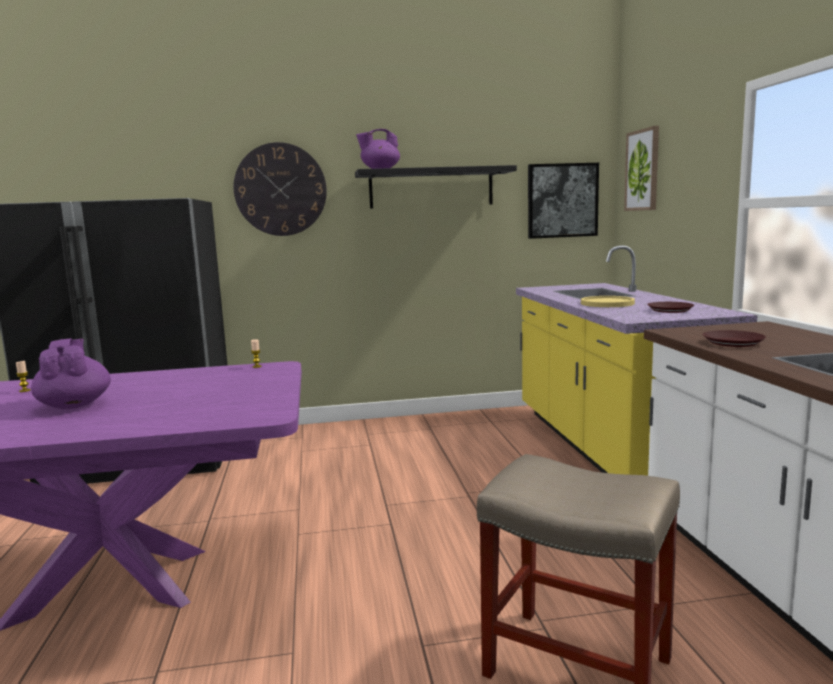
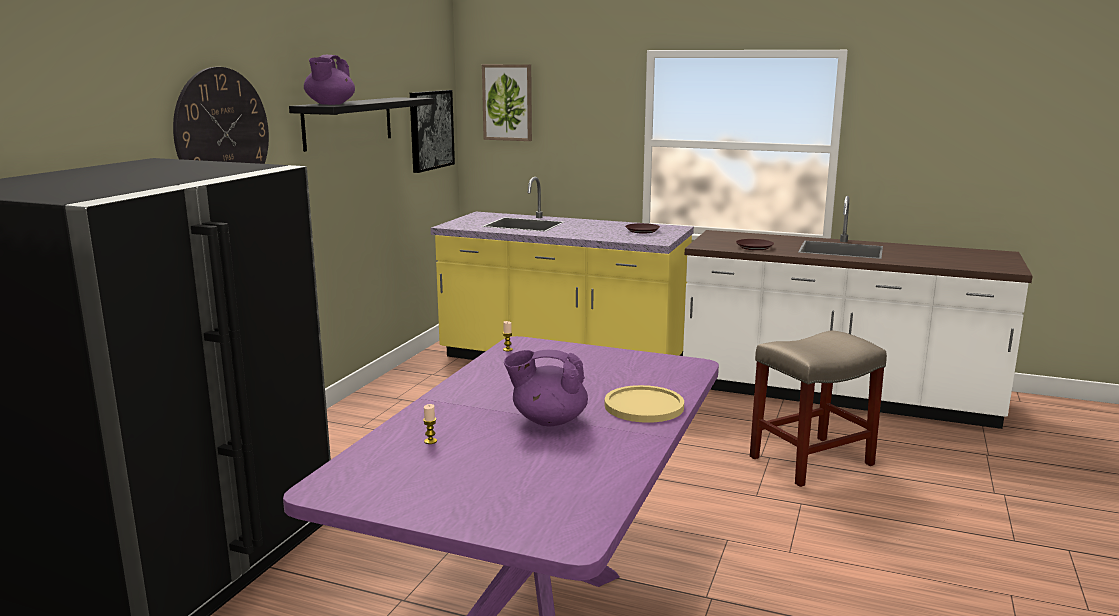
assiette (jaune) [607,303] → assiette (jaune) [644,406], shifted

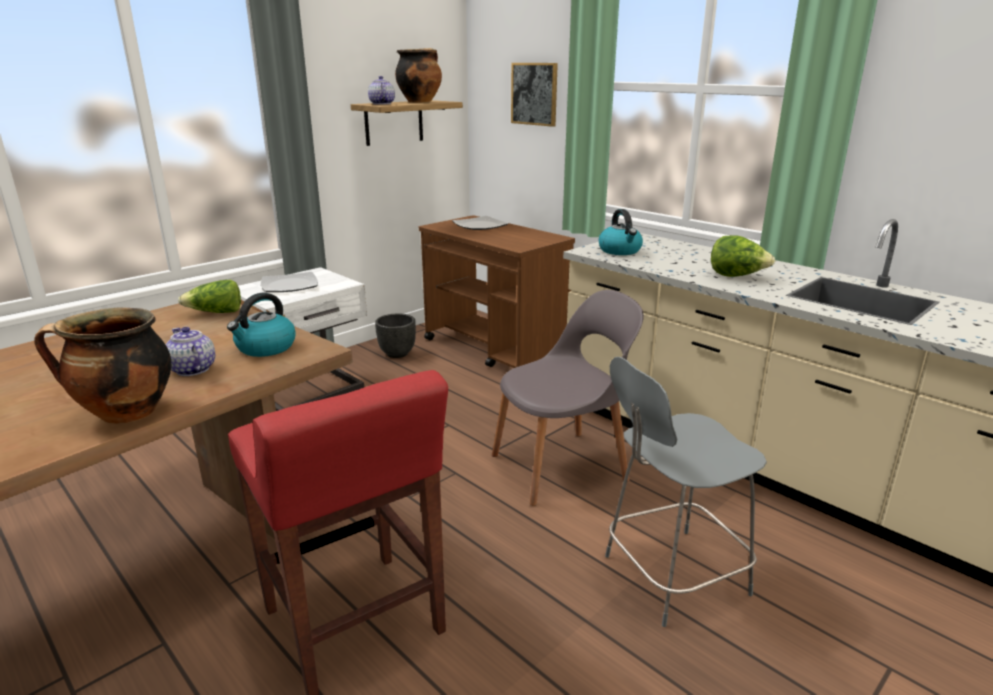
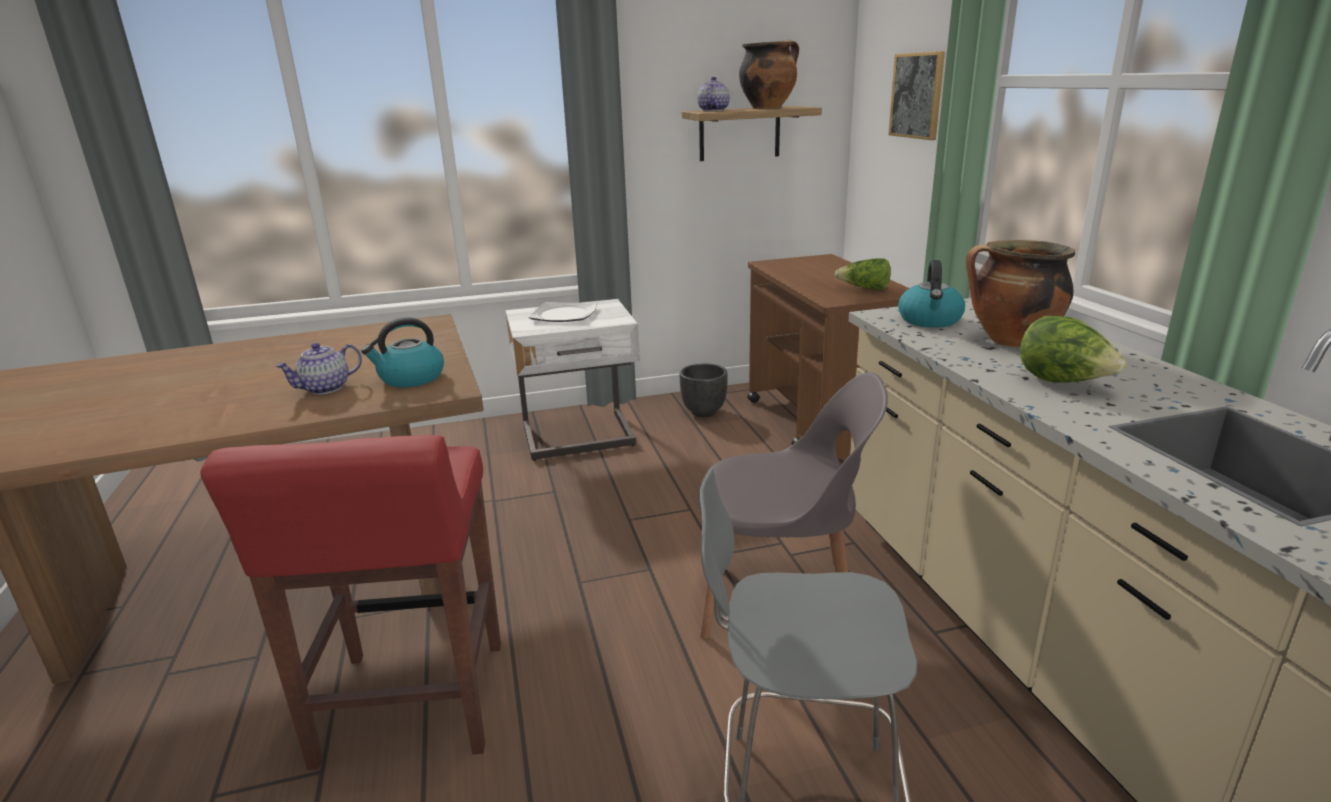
marmite [125,414] → marmite [1011,341], shifted
théière [192,369] → théière [325,388], 120 degrees counterclockwise
laitue [216,313] → laitue [864,289], shifted
assiette [479,225] → -

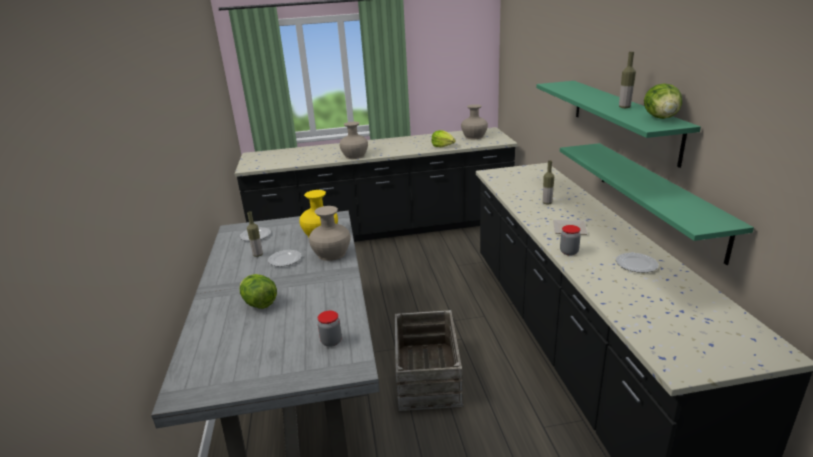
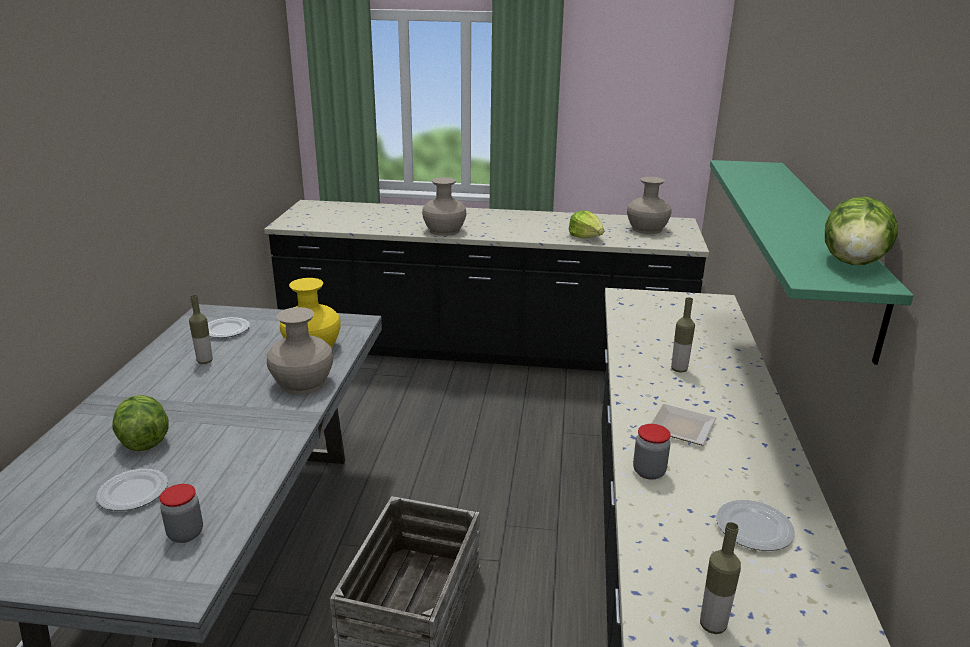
assiette [285,260] → assiette [133,493], shifted
étagère (vert) [657,196] → -
bouteille [624,107] → bouteille [712,625], shifted

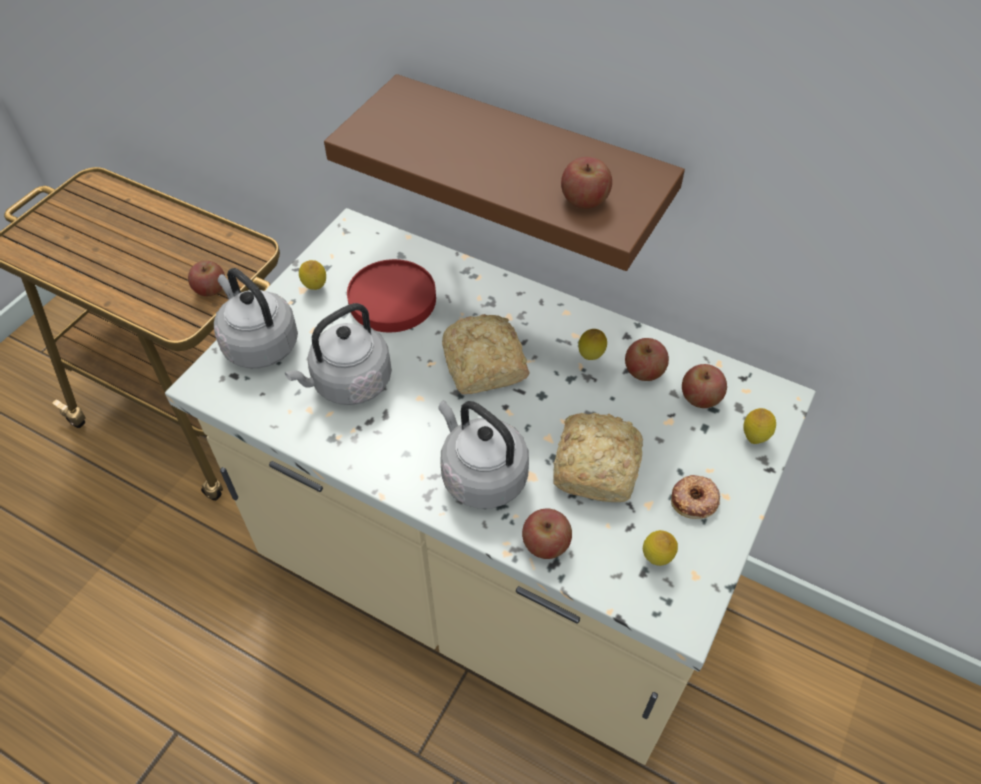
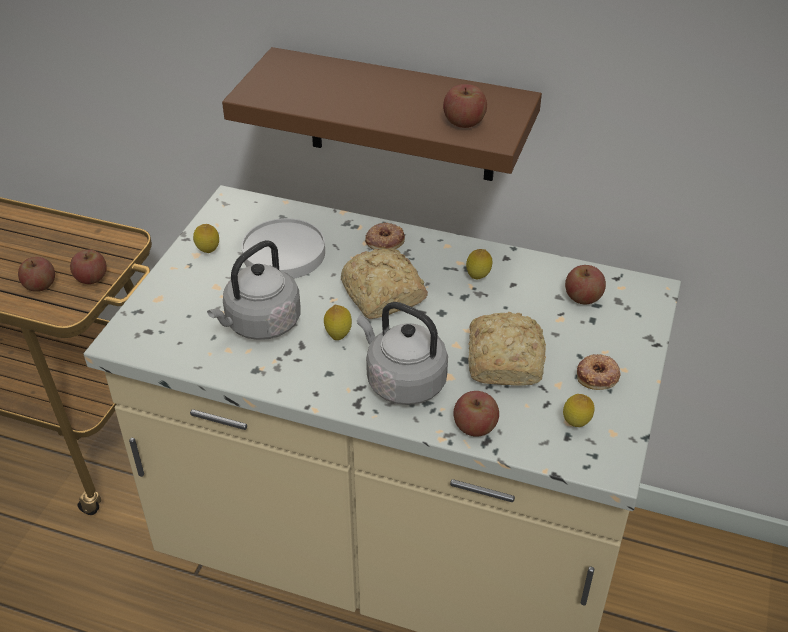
bouilloire (gris) [258,343] → -
assiette (rouge) [392,299] → assiette (blanc) [283,253]
pomme [644,371] → pomme [40,285], shifted
citron [754,438] → citron [338,336], shifted
- → beignet [384,240]

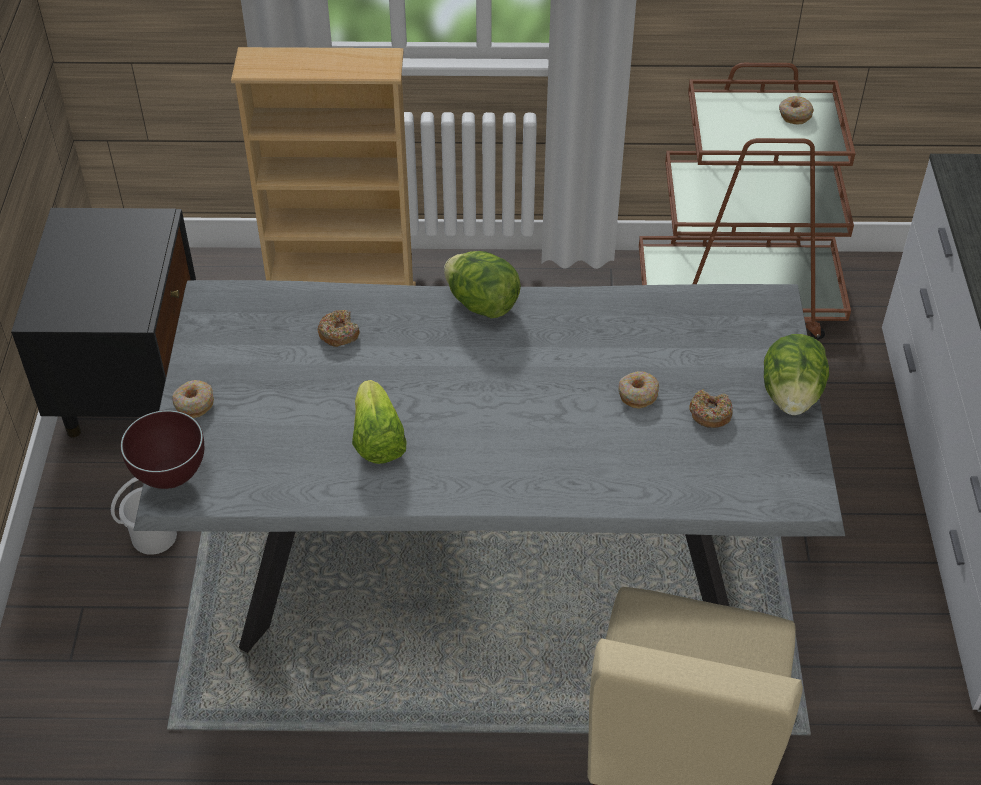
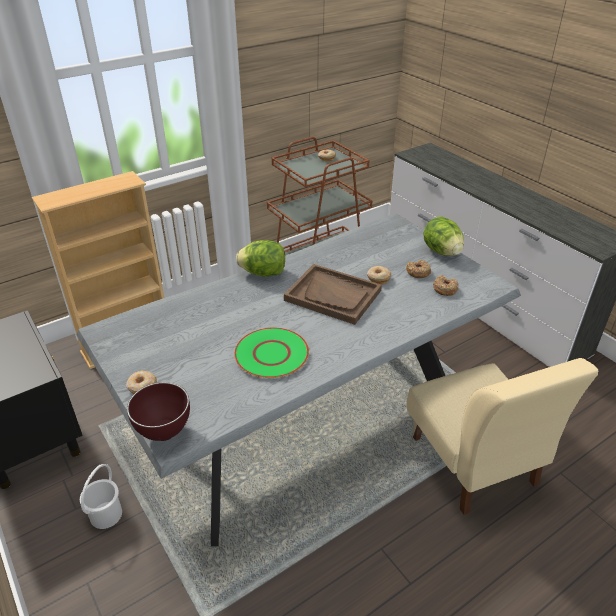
beignet [339,333] → beignet [444,289], shifted
laitue [377,439] → assiette (vert) [271,354]
- → plateau (marron) [333,295]

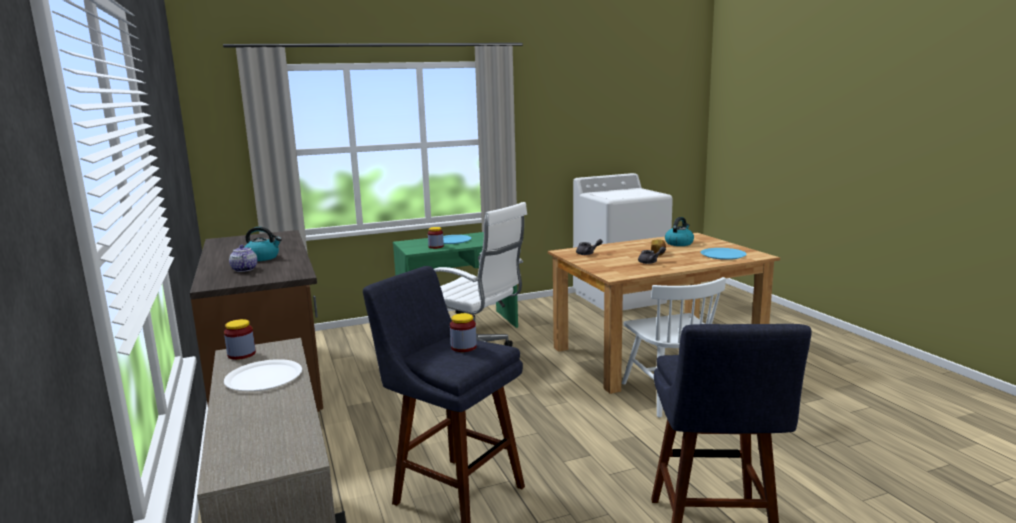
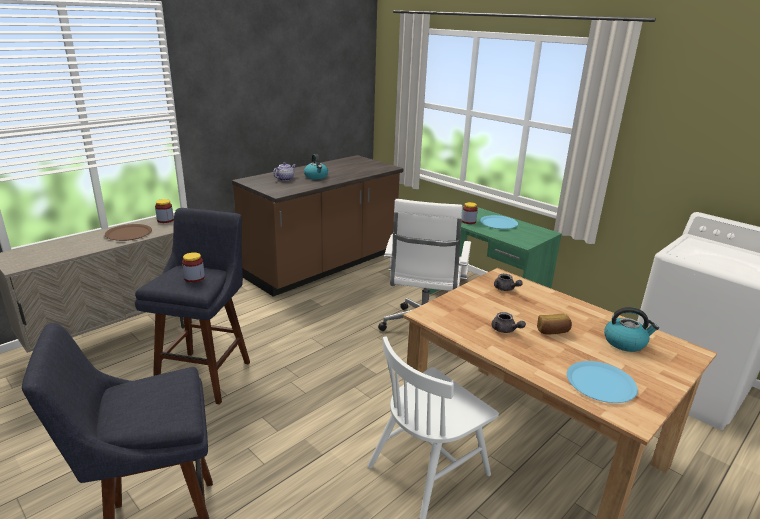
assiette (blanc) [264,377] → assiette (marron) [129,233]

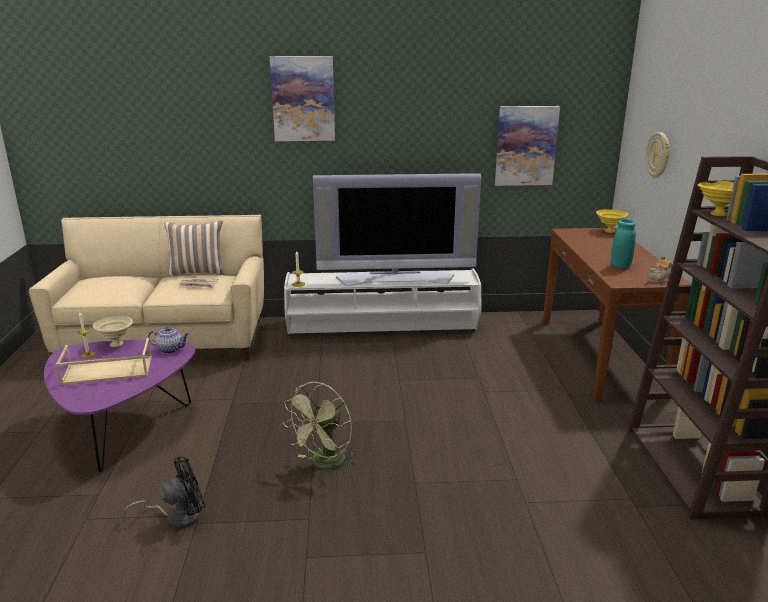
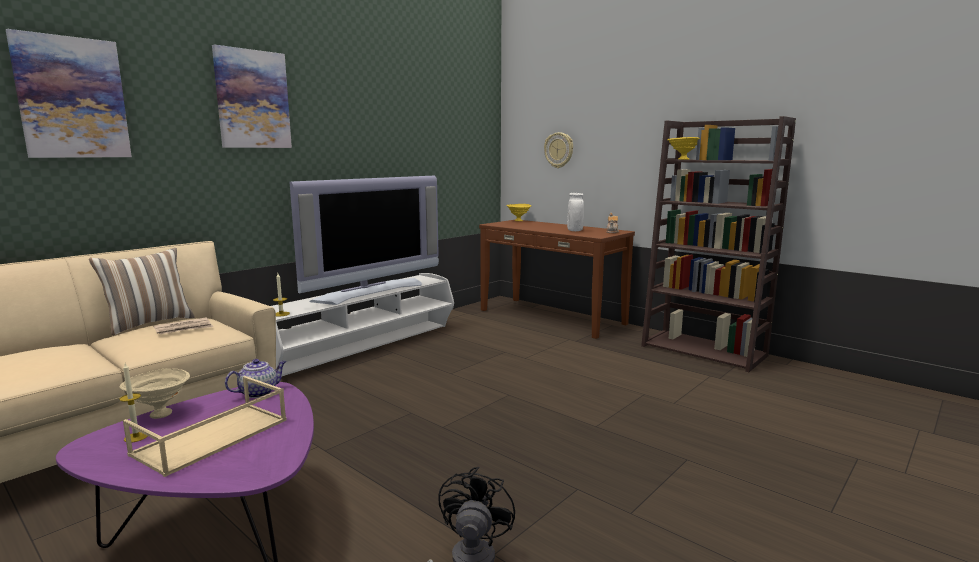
ventilateur (vert) [324,464] → -
tableau [526,146] → tableau [72,98], shifted
vase (turquoise) [620,266] → vase (blanc) [575,230]

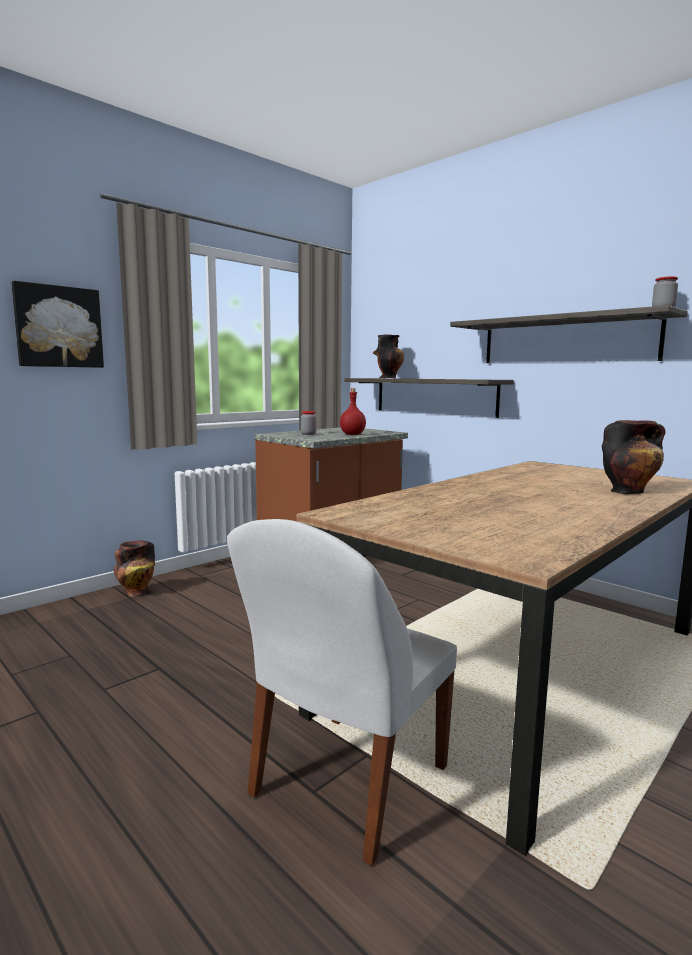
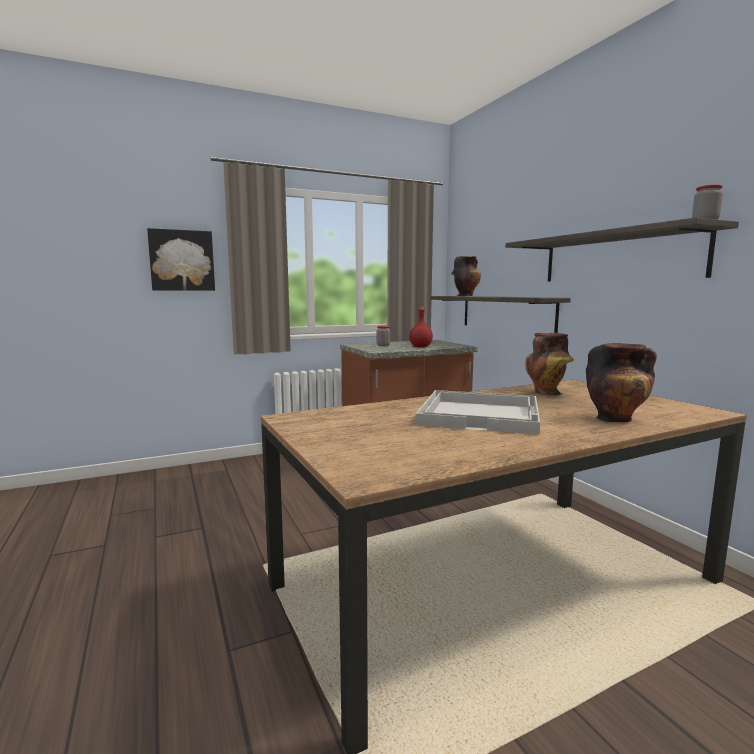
vase [137,593] → vase [547,393], shifted
chaise (blanc) [346,784] → -
- → plateau (blanc) [481,414]

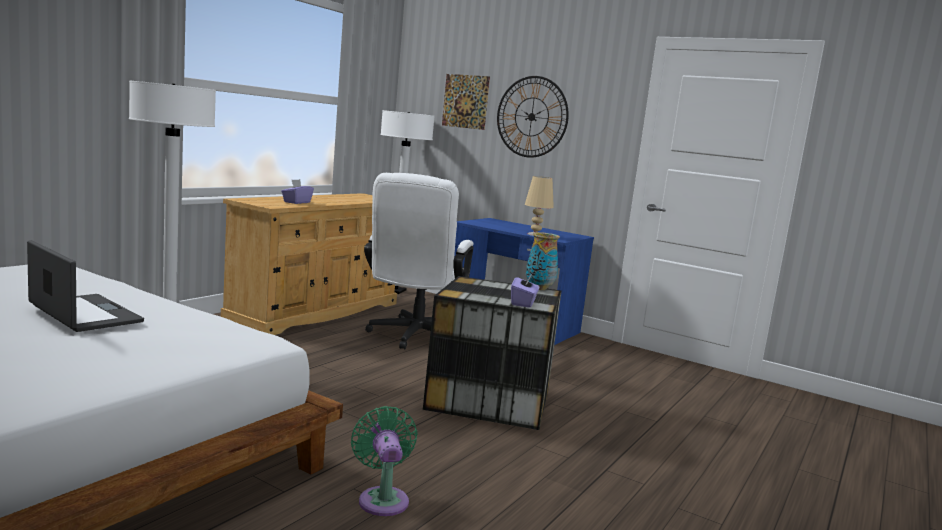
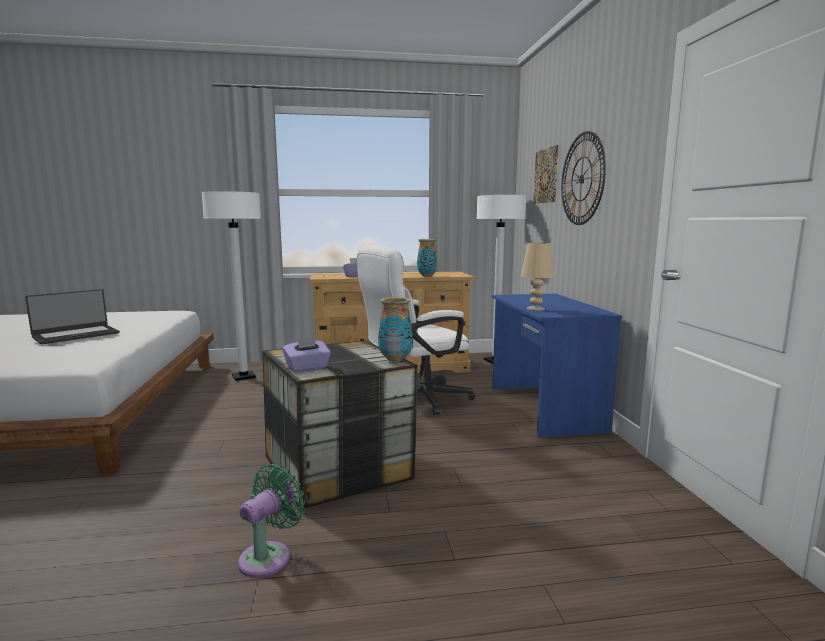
ordinateur portable [83,314] → ordinateur portable [76,335], 45 degrees clockwise
ventilateur (vert) [382,498] → ventilateur (vert) [269,556], shifted
- → vase [427,276]

